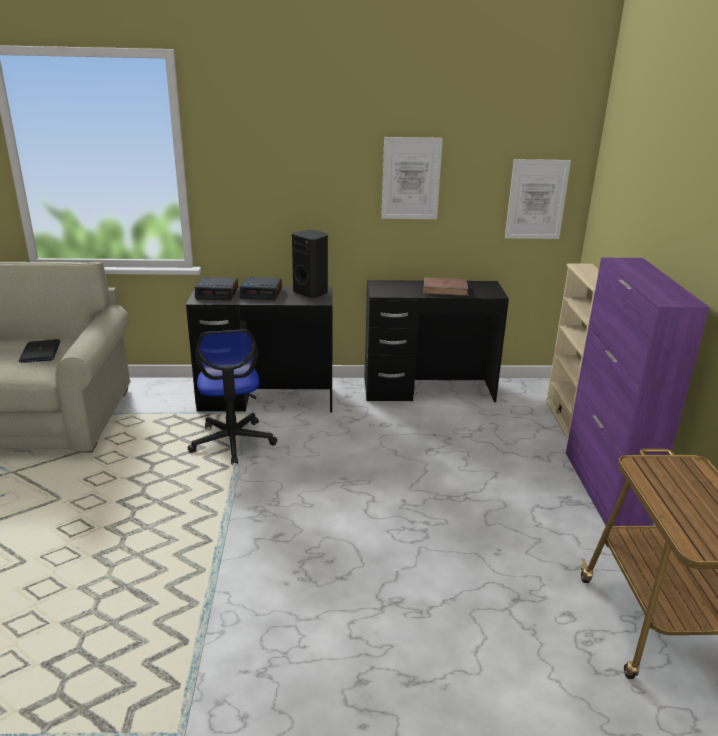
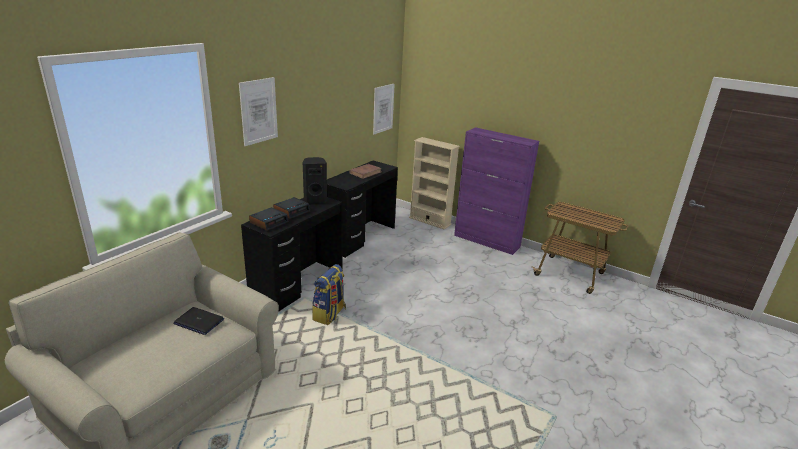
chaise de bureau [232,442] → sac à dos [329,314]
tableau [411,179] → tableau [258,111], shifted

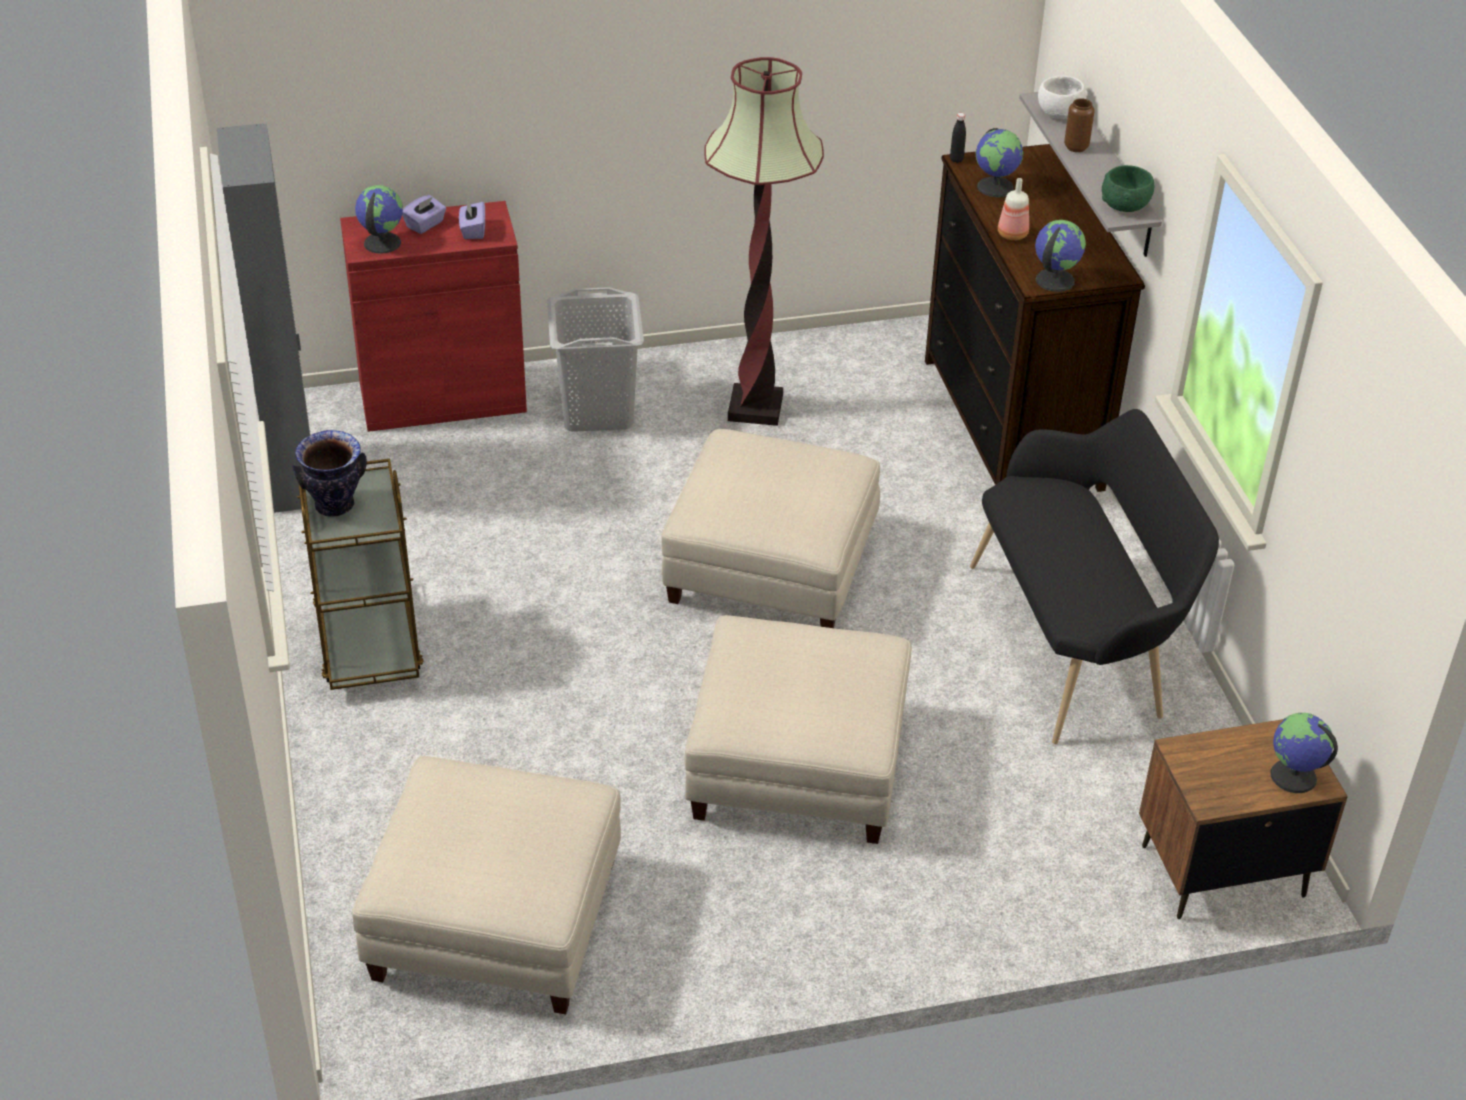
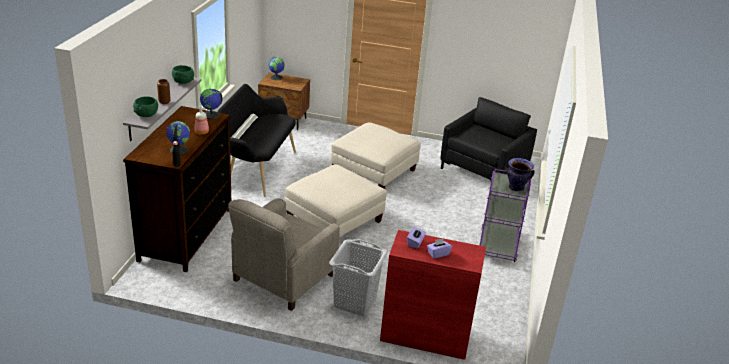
armoire (gris) [293,477] → -
chariot (marron) [368,641] → chariot (violet) [498,245]
pouf (beige) [495,919] → fauteuil (noir) [484,169]
globe [381,243] → -
lampadaire [755,408] → fauteuil (beige) [283,278]
bol (blanc) [1059,113] → bol (vert) [146,115]

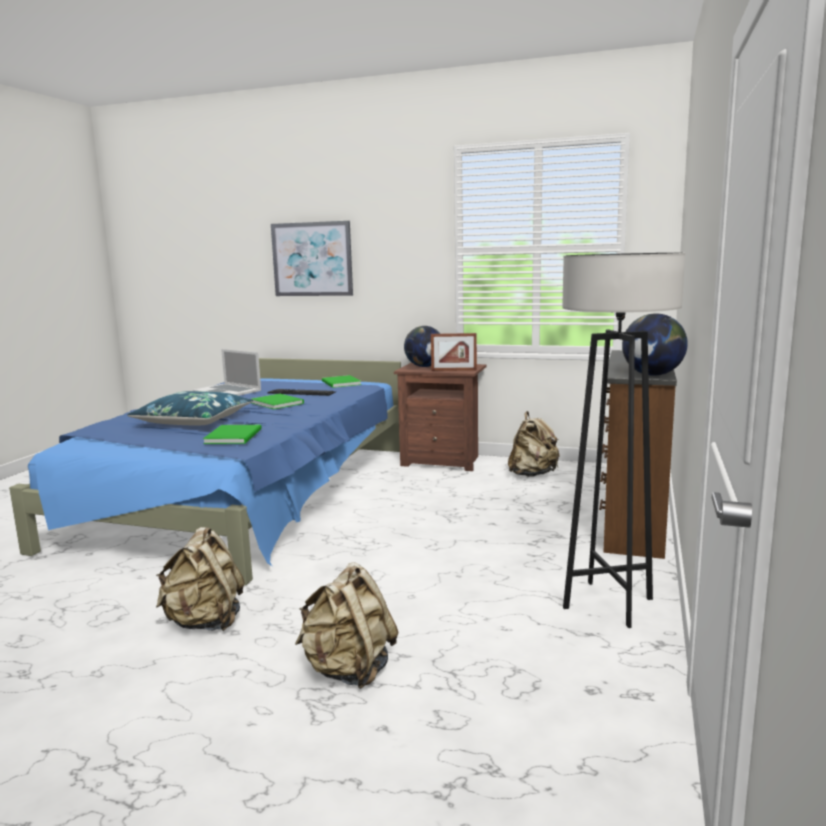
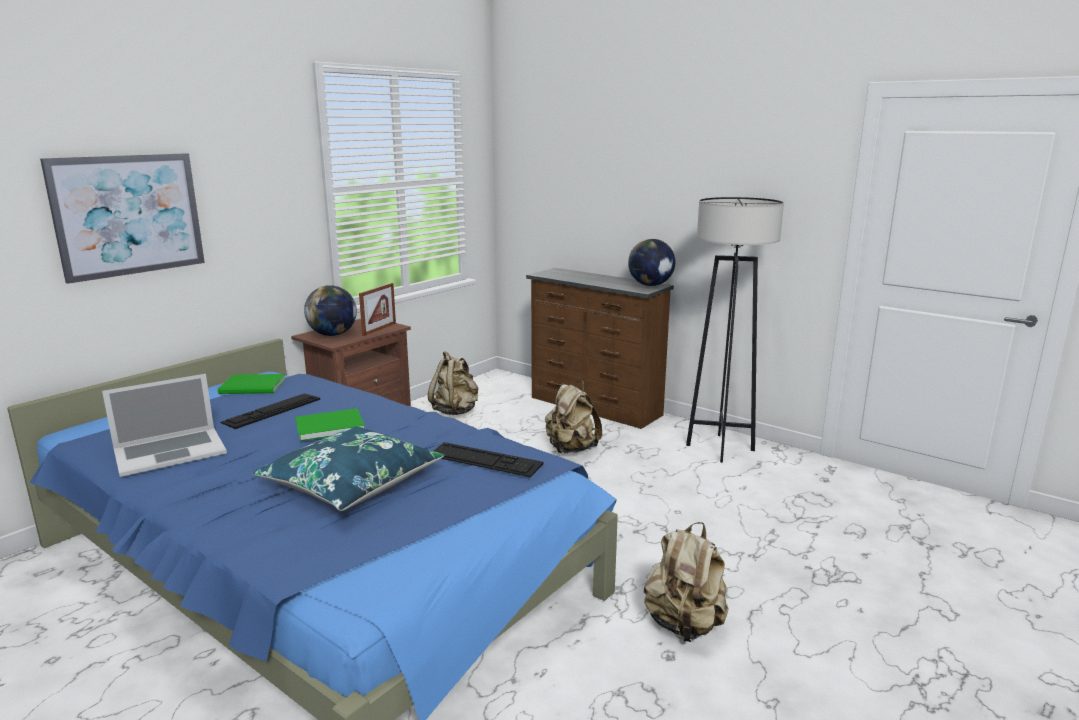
livre (vert) [235,436] → clavier [485,460]
sac à dos (beige) [349,670] → sac à dos (beige) [571,449], shifted

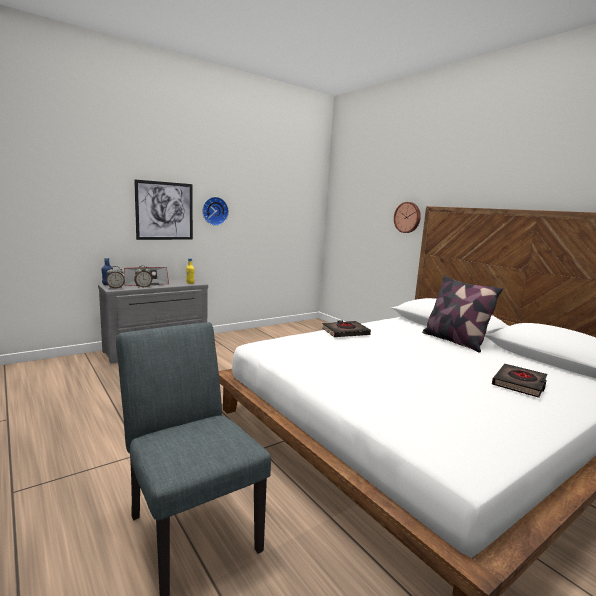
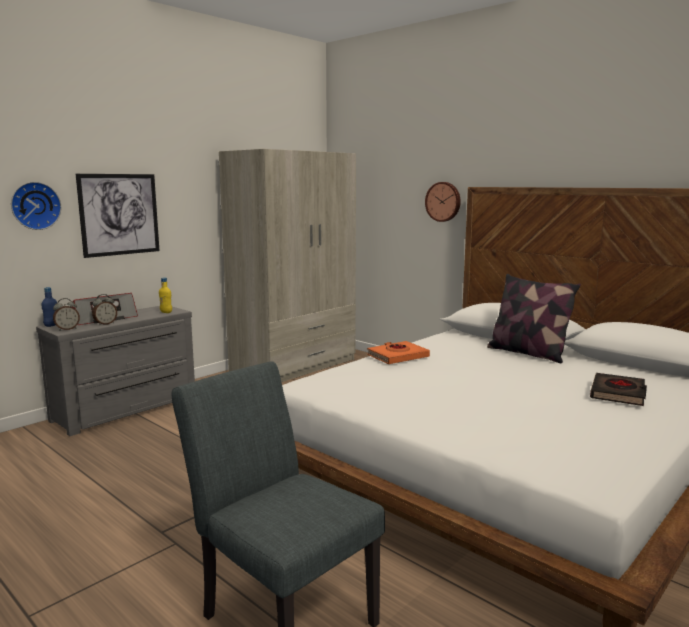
horloge murale [214,211] → horloge murale [35,205], shifted
livre (noir) [345,332] → livre (orange) [397,357]
- → armoire (beige) [294,365]

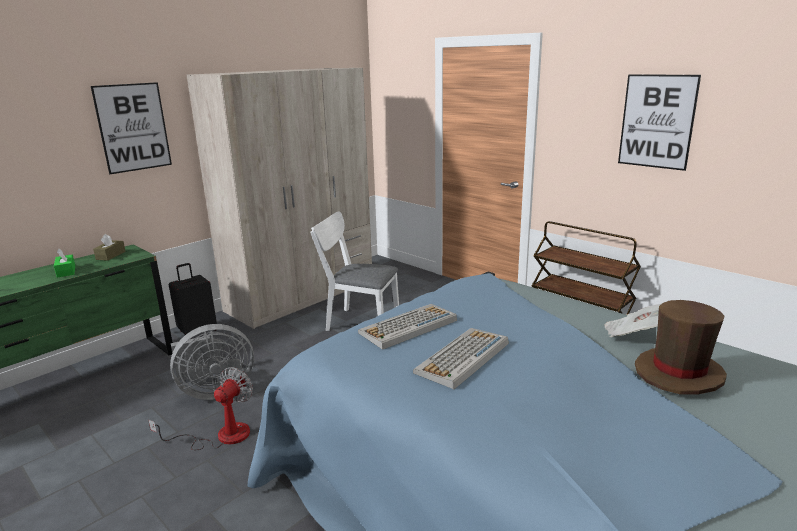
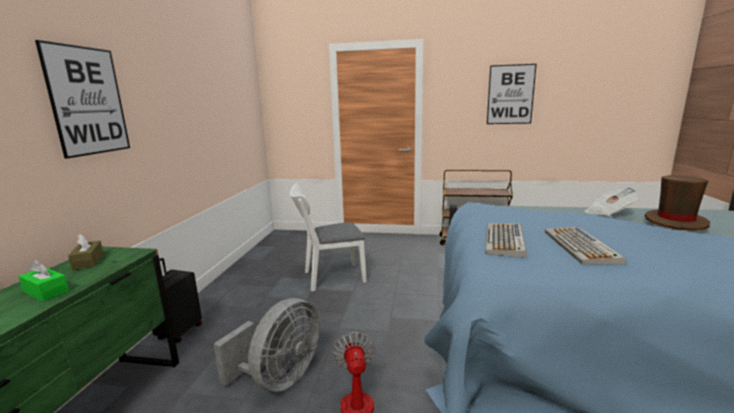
armoire (beige) [302,295] → -

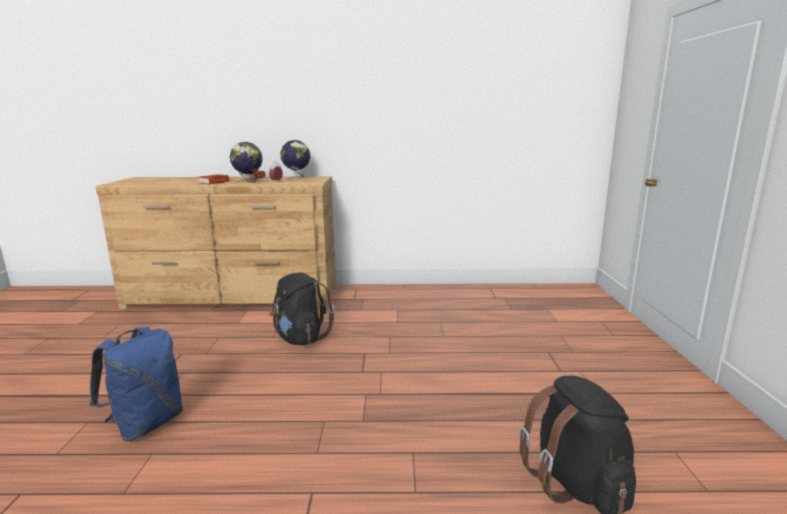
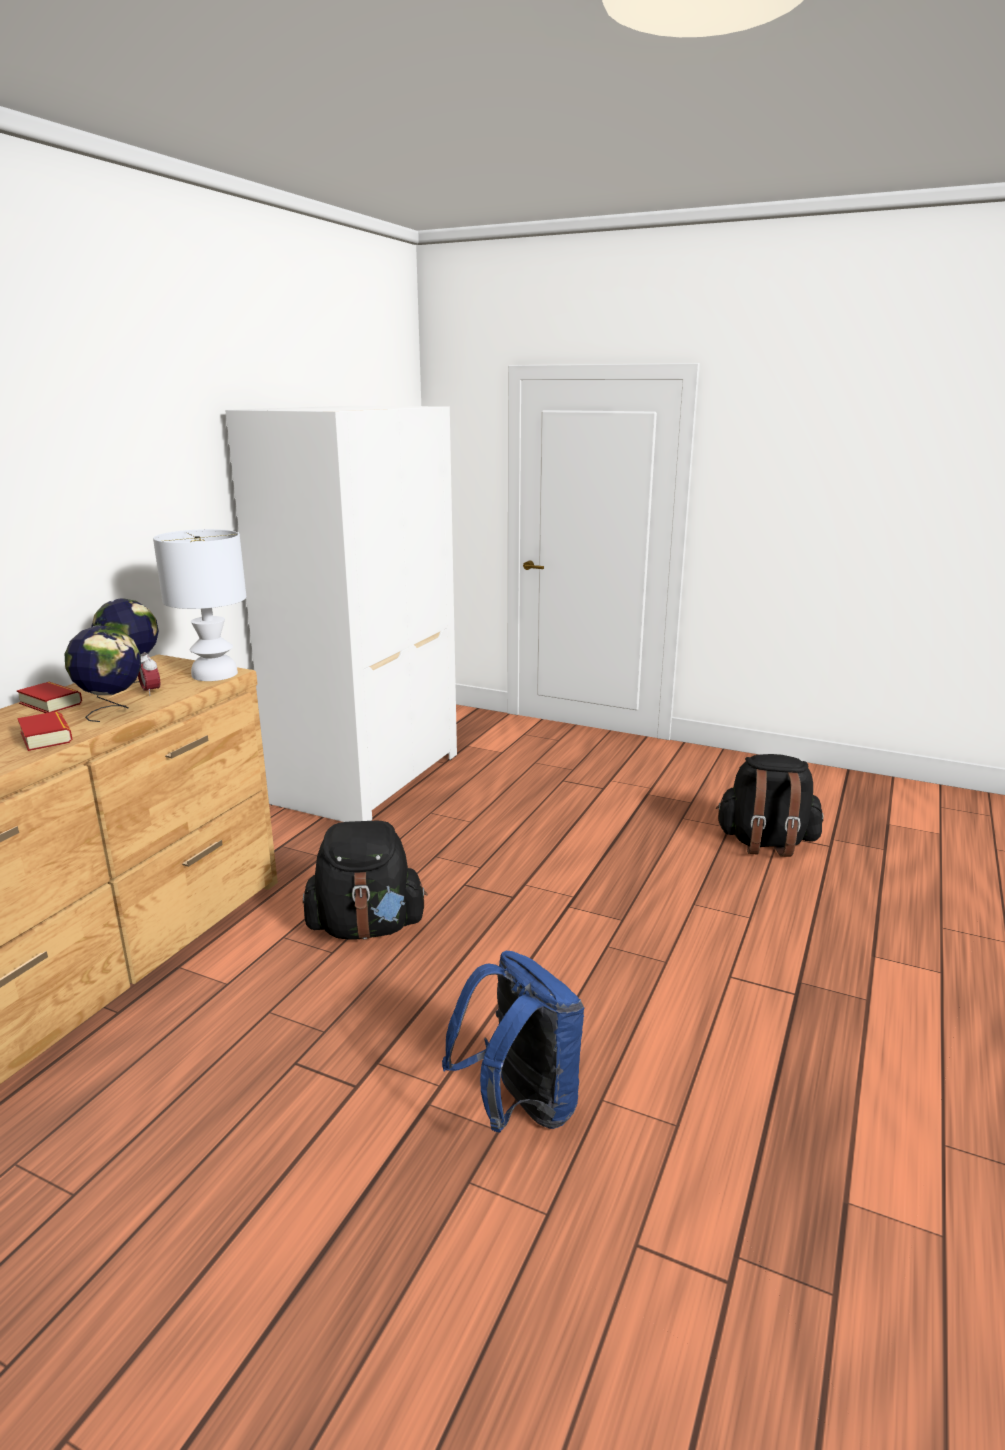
- → lampe de table (blanc) [214,674]
- → armoire (blanc) [368,778]

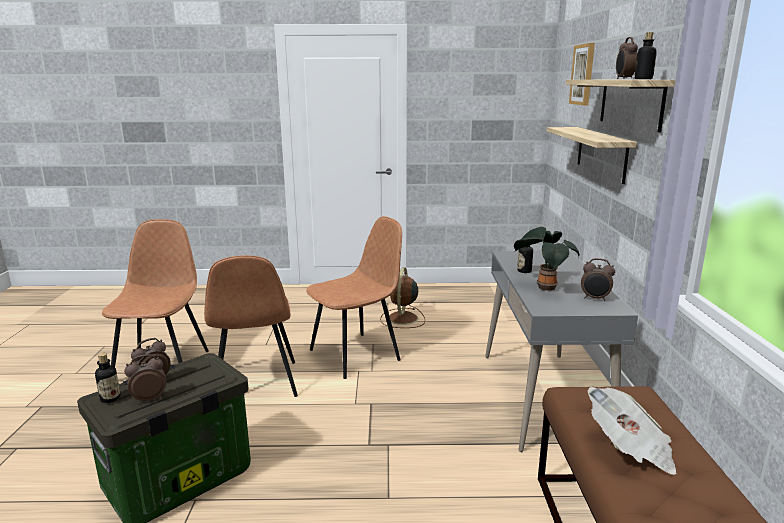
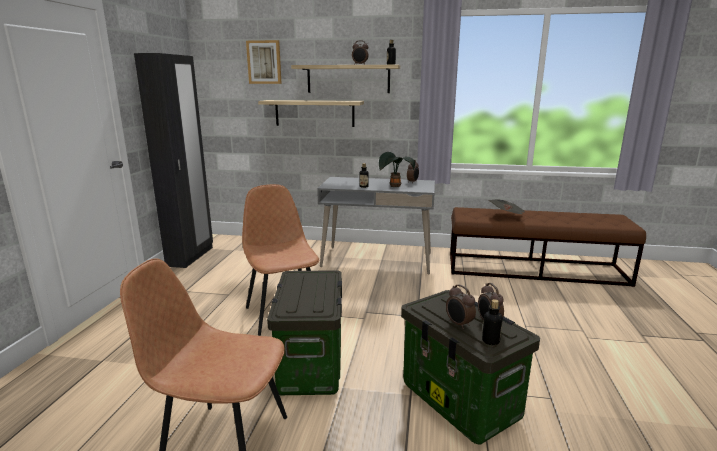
chaise (marron) [256,384] → boîte de rangement [312,367]
ventilateur (marron) [402,319] → -
- → armoire (noir) [191,256]

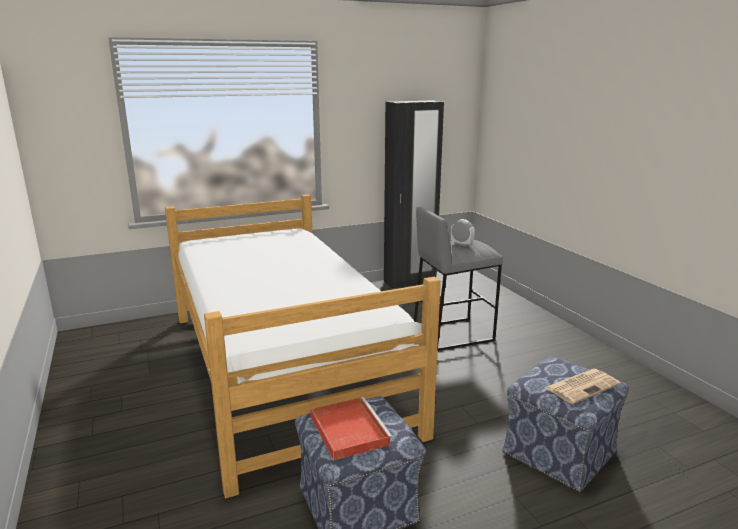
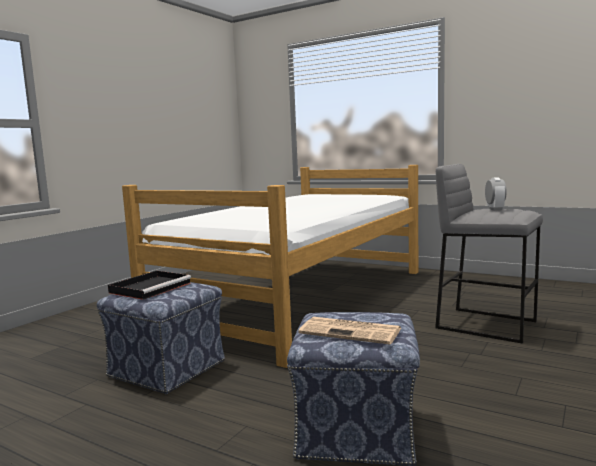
plateau (rouge) [348,429] → plateau (noir) [151,287]
armoire (noir) [410,281] → -

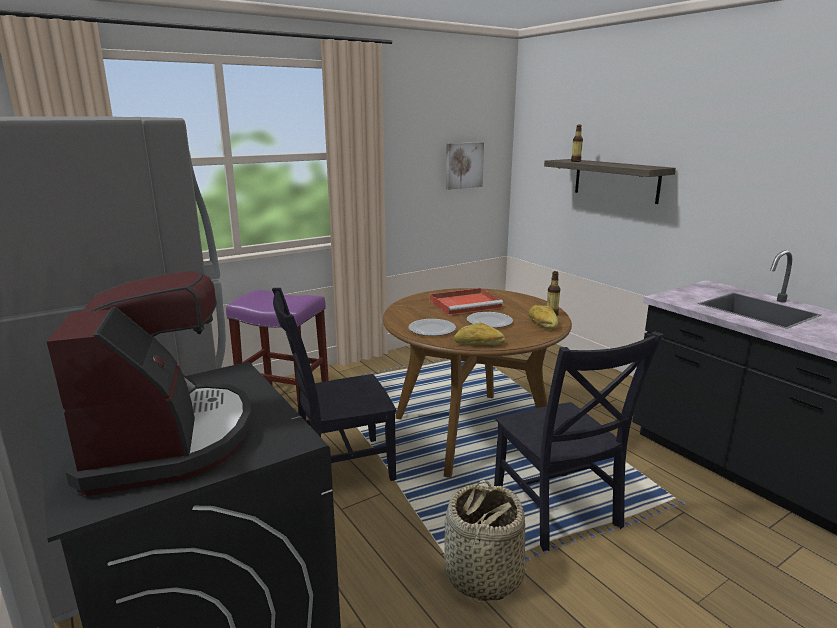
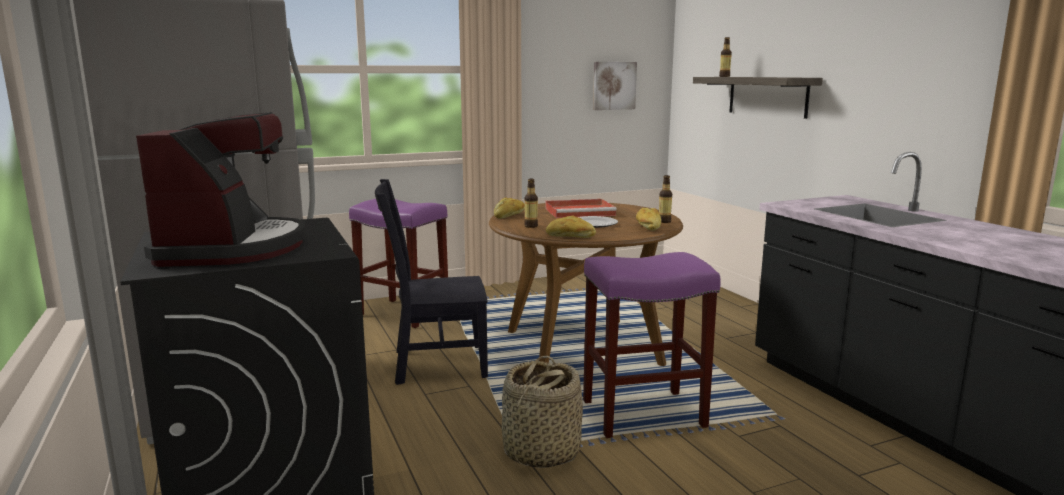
assiette [431,329] → bouteille [531,226]
chaise (noir) [558,512] → tabouret (violet) [642,414]
- → pain [510,215]

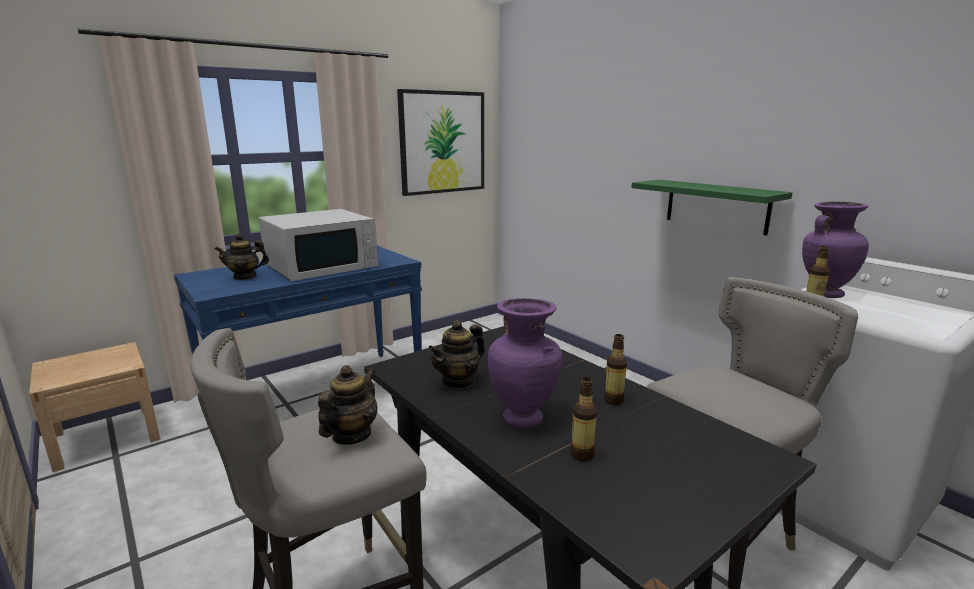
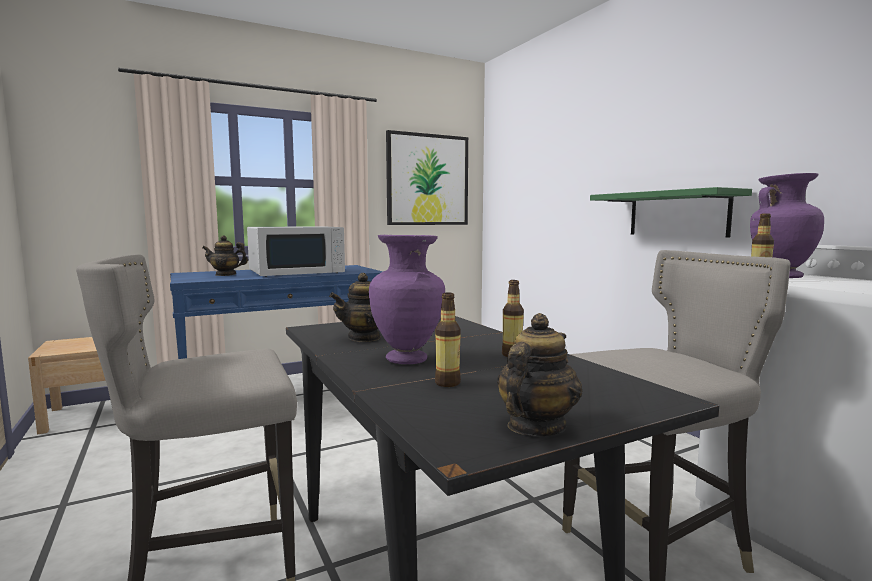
théière [351,435] → théière [535,427], shifted

